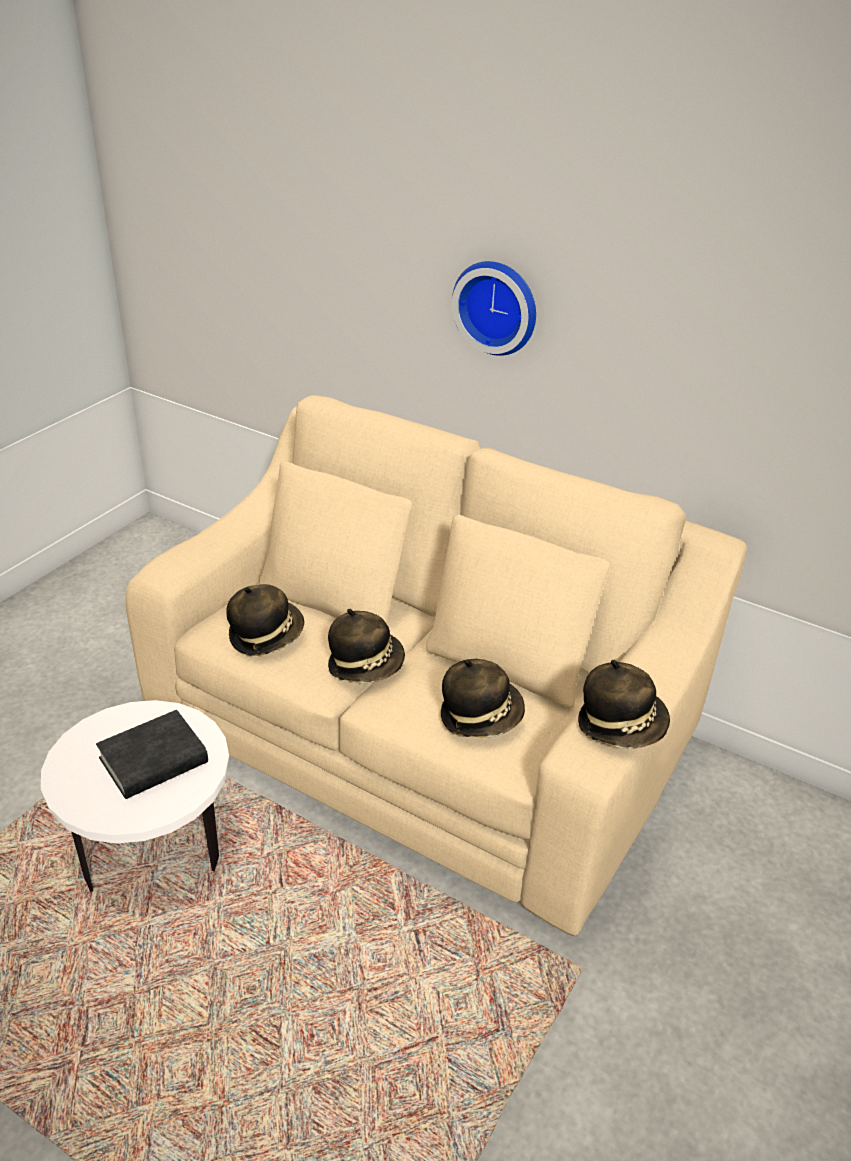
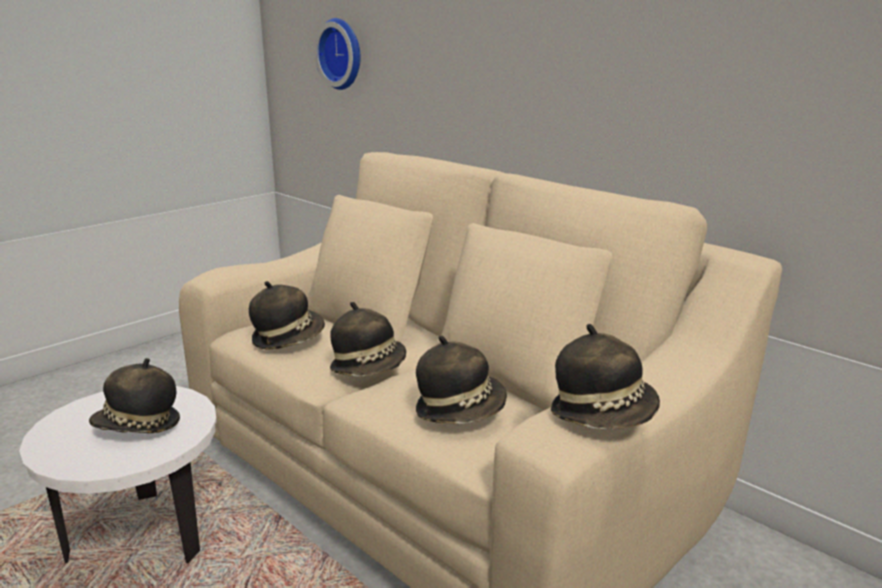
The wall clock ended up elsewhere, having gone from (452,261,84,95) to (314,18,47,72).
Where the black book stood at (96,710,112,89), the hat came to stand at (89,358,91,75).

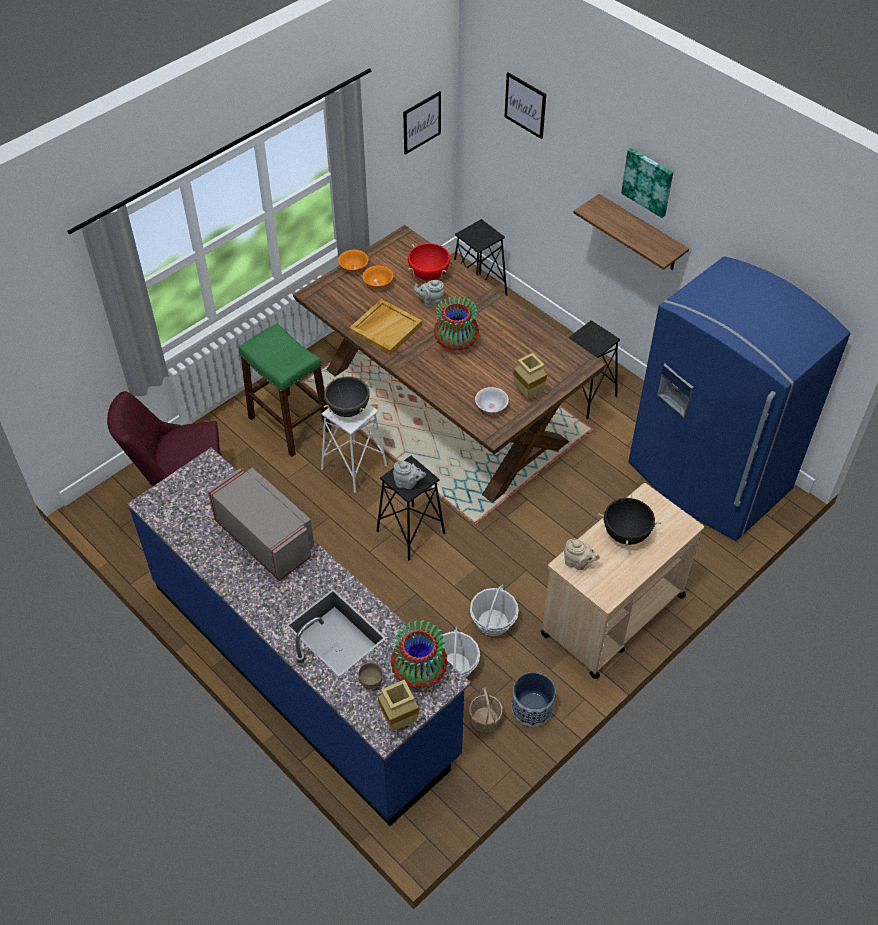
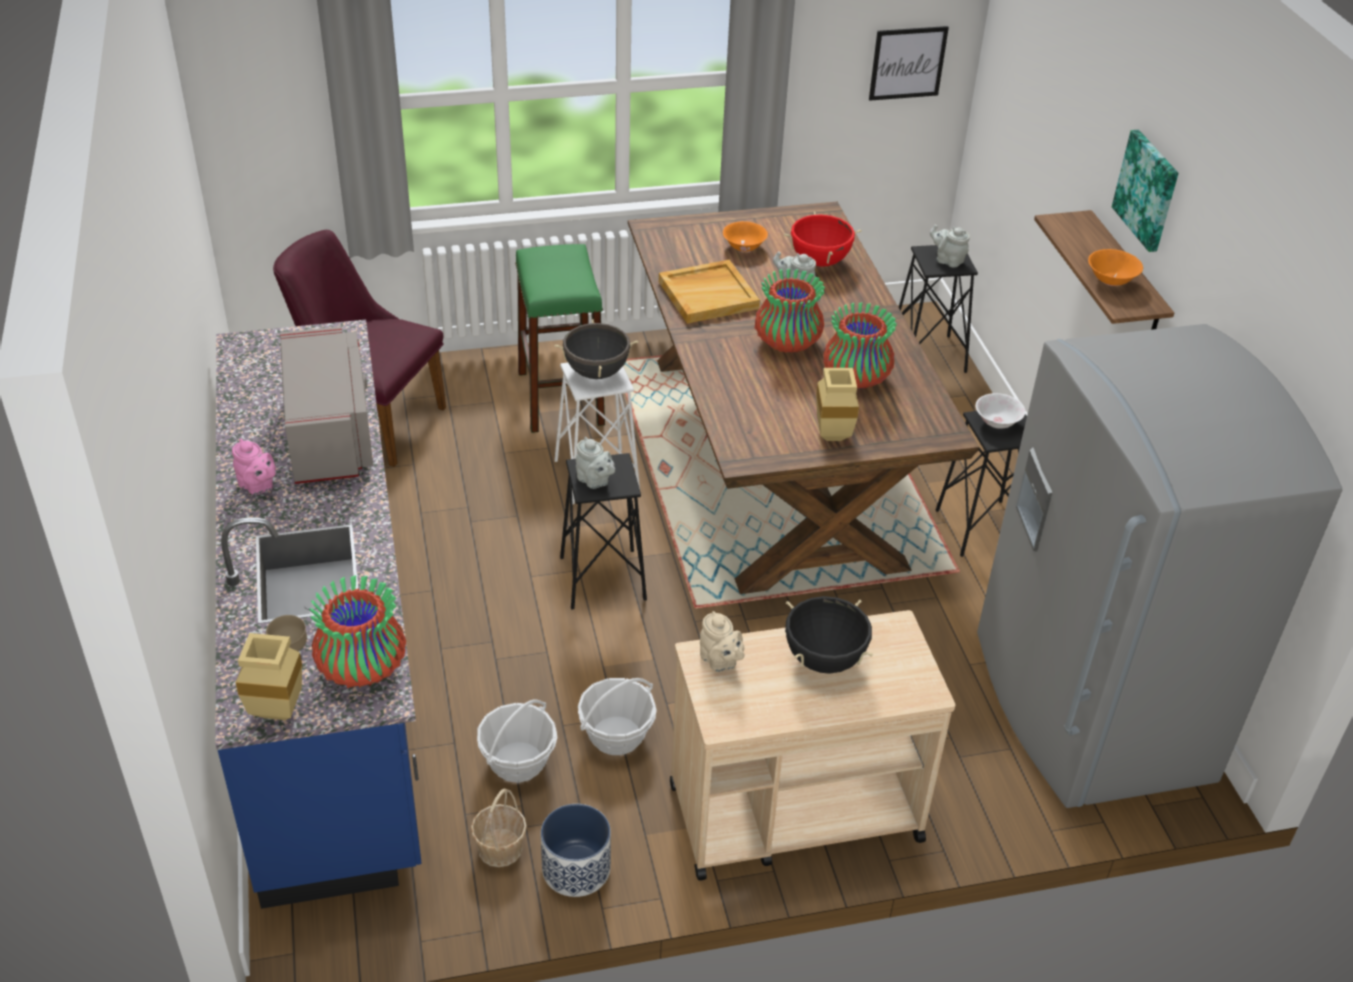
The second view lost the picture at (504,72,42,67).
The second view gained the pink teapot at (232,439,44,56).
The second view gained the vase at (823,302,74,87).
The second view gained the grey teapot at (930,224,40,44).
The orange bowl ended up elsewhere, having gone from (338,250,30,22) to (1088,249,55,37).
The white bowl ended up elsewhere, having gone from (475,387,34,26) to (976,393,50,36).
What was the blue fridge at (628,256,222,285) turned into the grey fridge at (977,324,365,484).

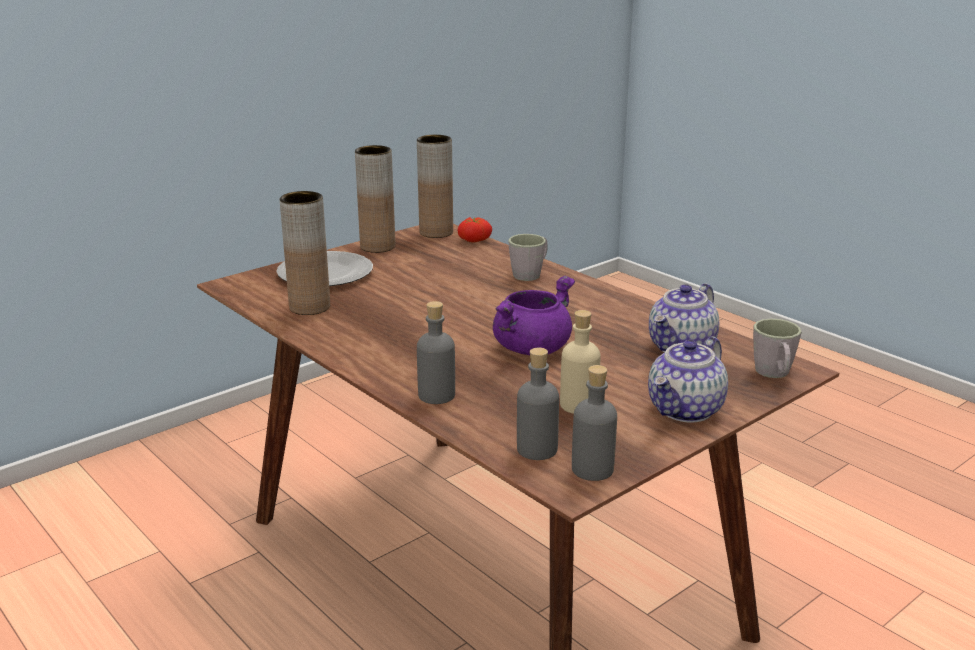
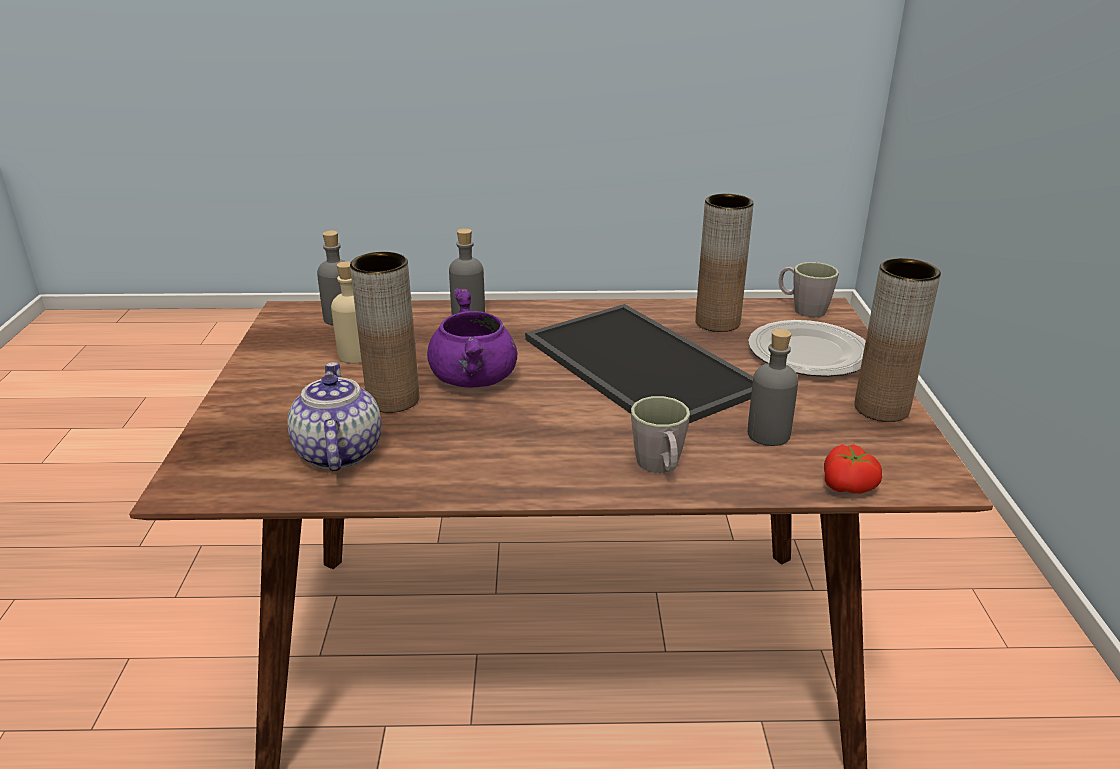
The second view lost the teapot at (648,336,80,87).
The second view gained the tray at (525,304,228,119).
The brown vase ended up elsewhere, having gone from (417,135,36,103) to (350,252,70,161).
The grey bottle ended up elsewhere, having gone from (572,365,45,116) to (748,329,50,117).
The grey mug ended up elsewhere, having gone from (753,319,48,59) to (778,262,61,55).

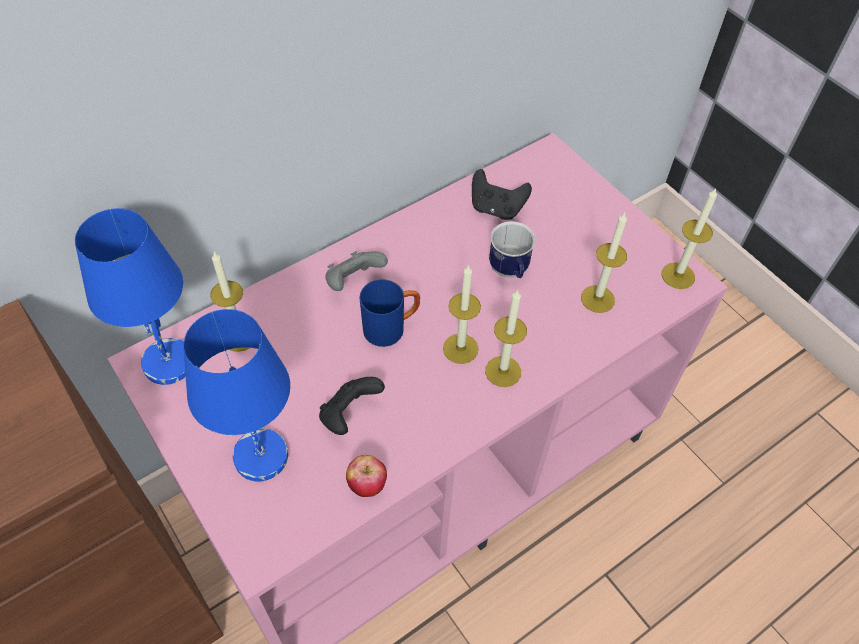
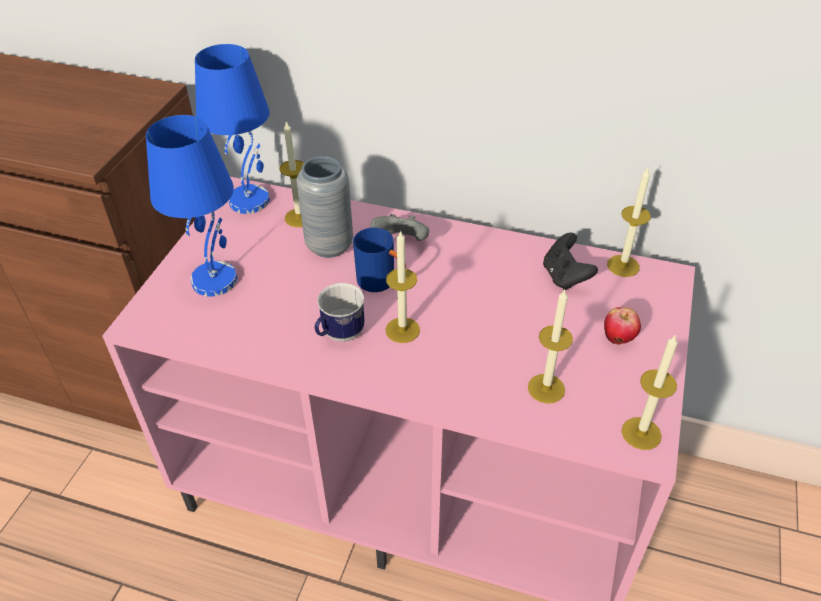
The second view lost the black game controller at (319,377,66,58).
The second view gained the grey vase at (296,156,57,102).
The apple ended up elsewhere, having gone from (346,455,41,42) to (604,307,37,38).
The candle ended up elsewhere, having gone from (485,290,42,97) to (607,168,44,109).
The mug ended up elsewhere, having gone from (489,221,47,57) to (315,283,50,59).

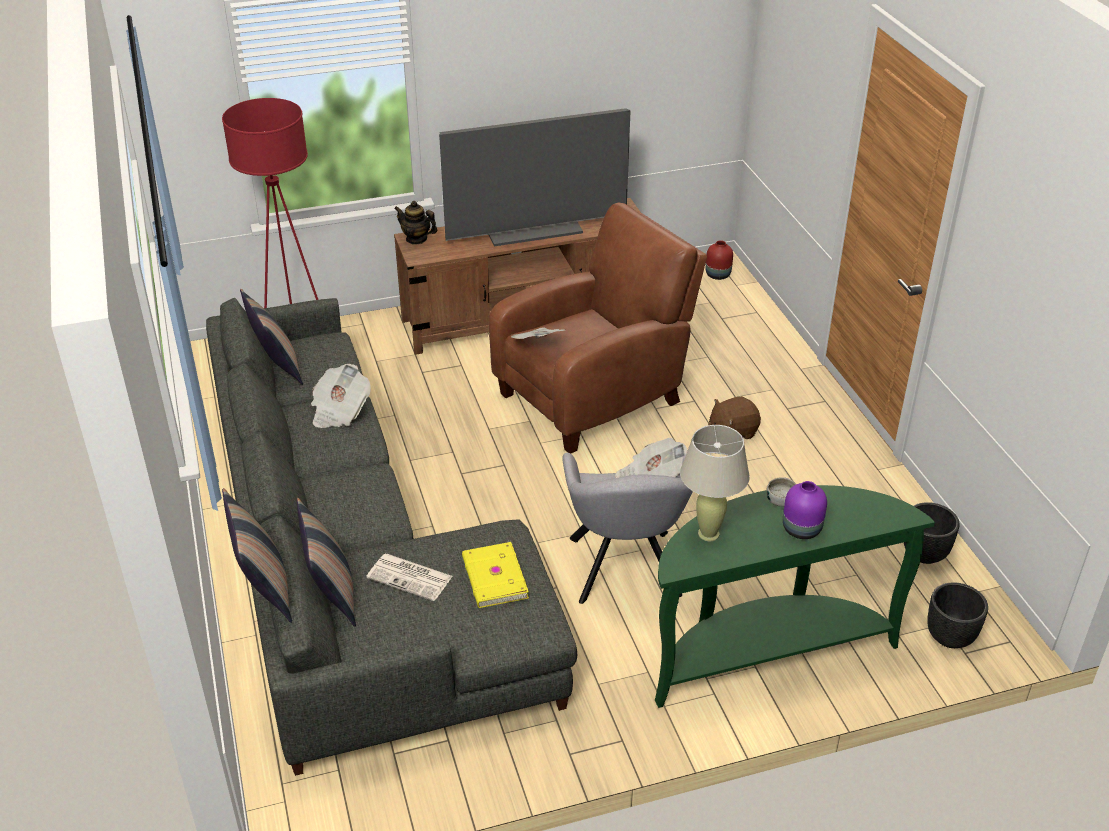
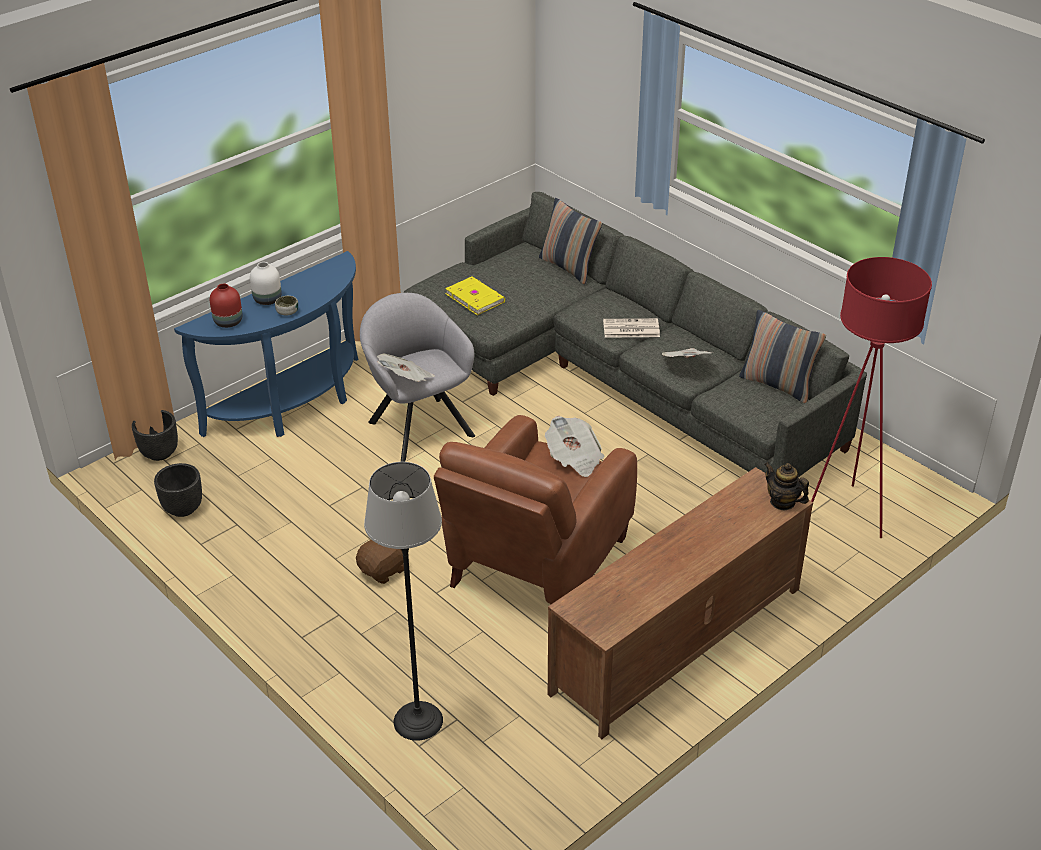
The second view lost the pillow at (222,488,70,135).
The second view lost the television at (439,108,192,138).
The second view lost the beige table lamp at (680,425,70,116).
The second view gained the floor lamp at (364,462,79,279).
The newspaper ended up elsewhere, having gone from (366,554,87,47) to (603,318,57,20).
The red vase ended up elsewhere, having gone from (706,240,27,40) to (210,283,32,45).
What was the green console table at (655,485,280,223) turned into the blue console table at (174,251,184,186).
What was the purple vase at (783,481,44,58) turned into the white vase at (250,262,32,43).
The teapot at (394,201,43,44) ended up facing another way, 135 degrees counterclockwise from before.

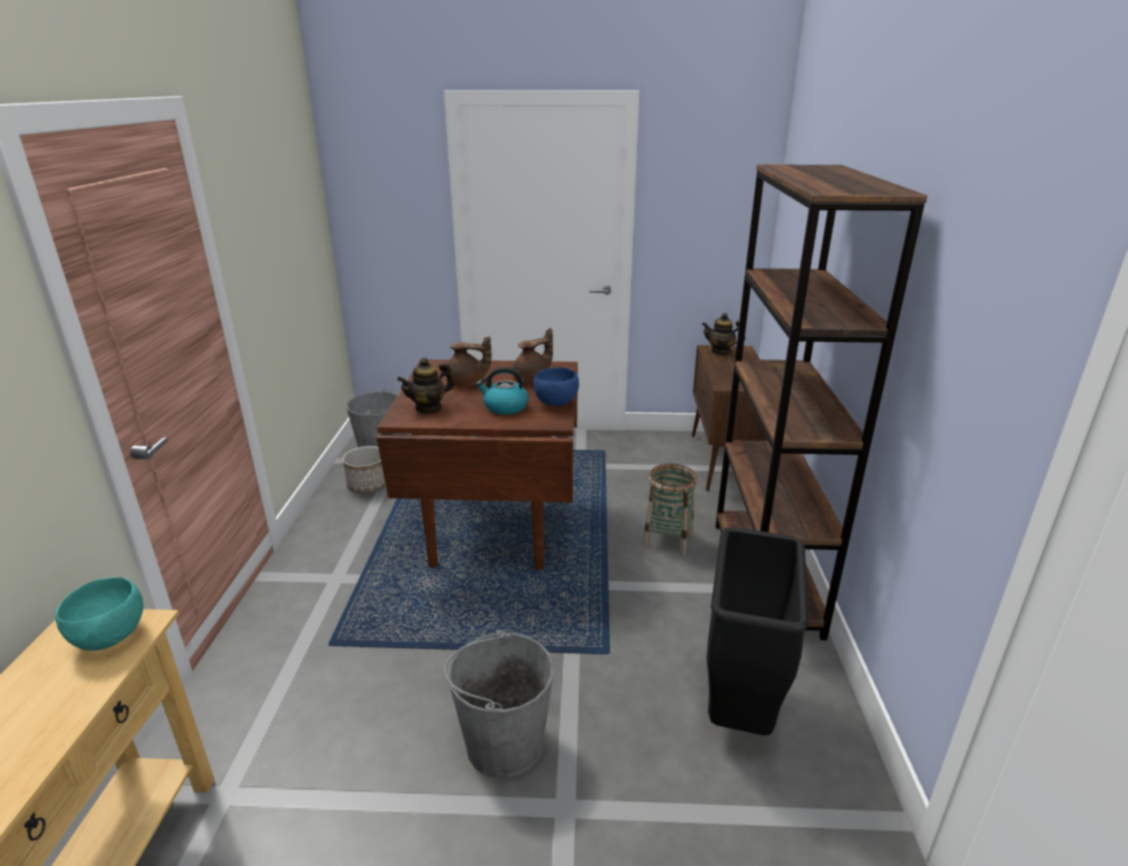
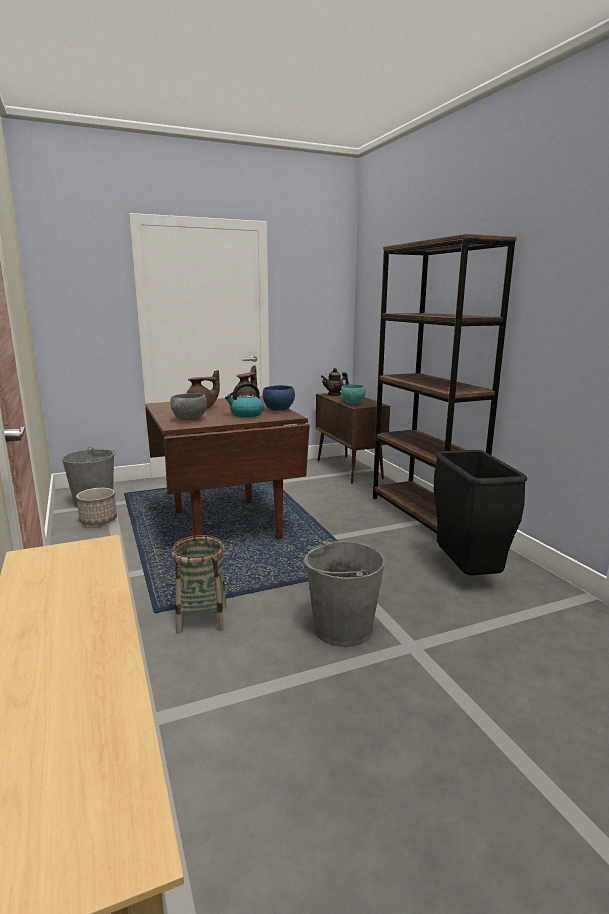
The turquoise bowl ended up elsewhere, having gone from (55,577,88,74) to (341,384,25,20).
The basket ended up elsewhere, having gone from (643,464,54,91) to (172,535,54,98).
Where the teapot stood at (397,358,58,56), the grey bowl came to stand at (170,393,37,28).

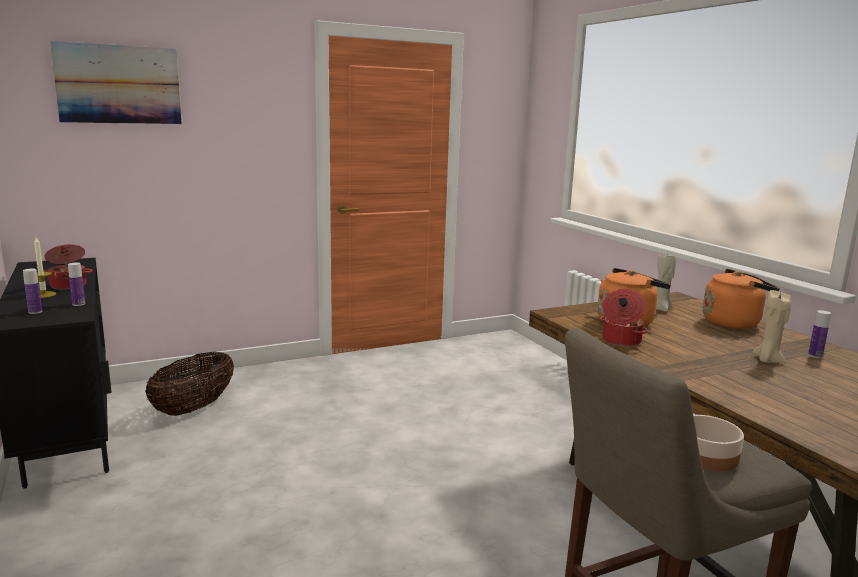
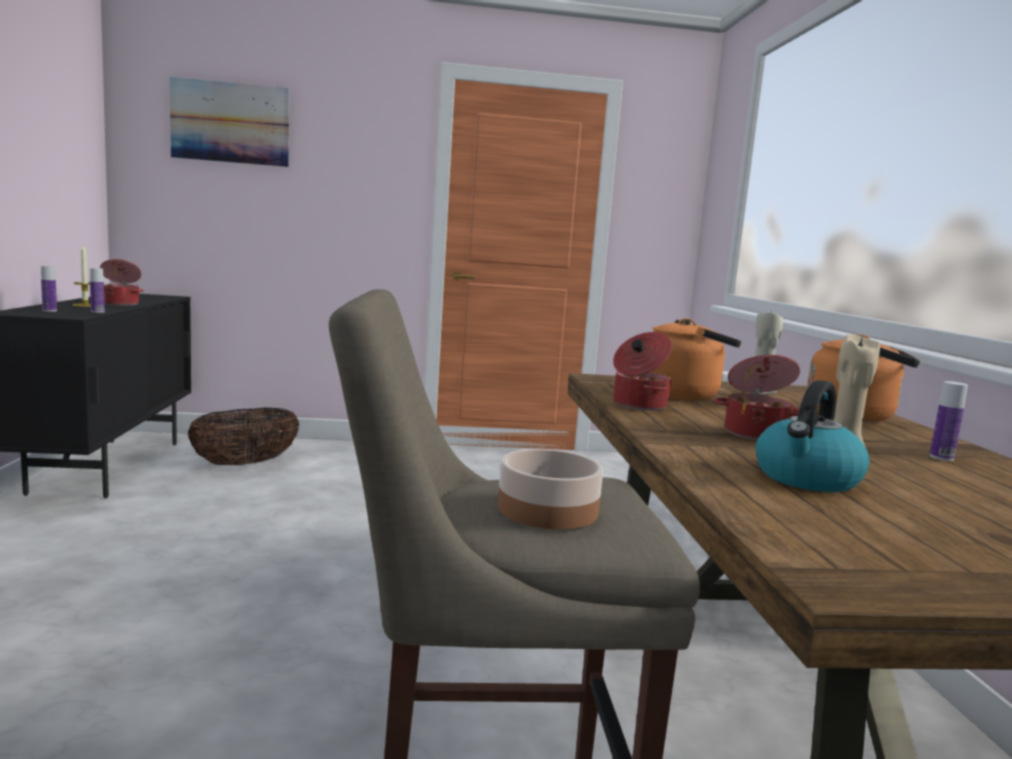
The second view gained the cooking pot at (714,355,86,85).
The second view gained the kettle at (756,380,114,112).

